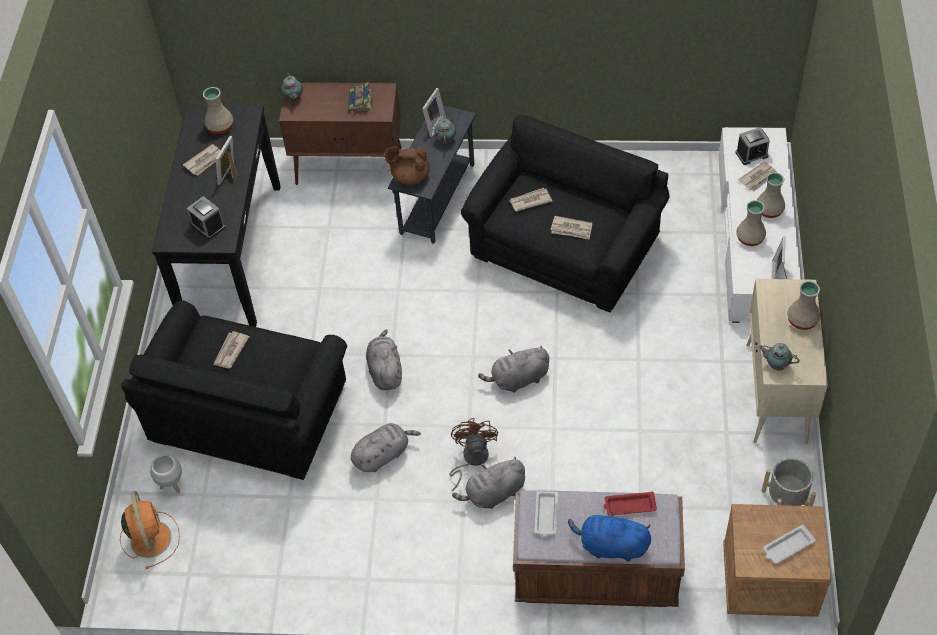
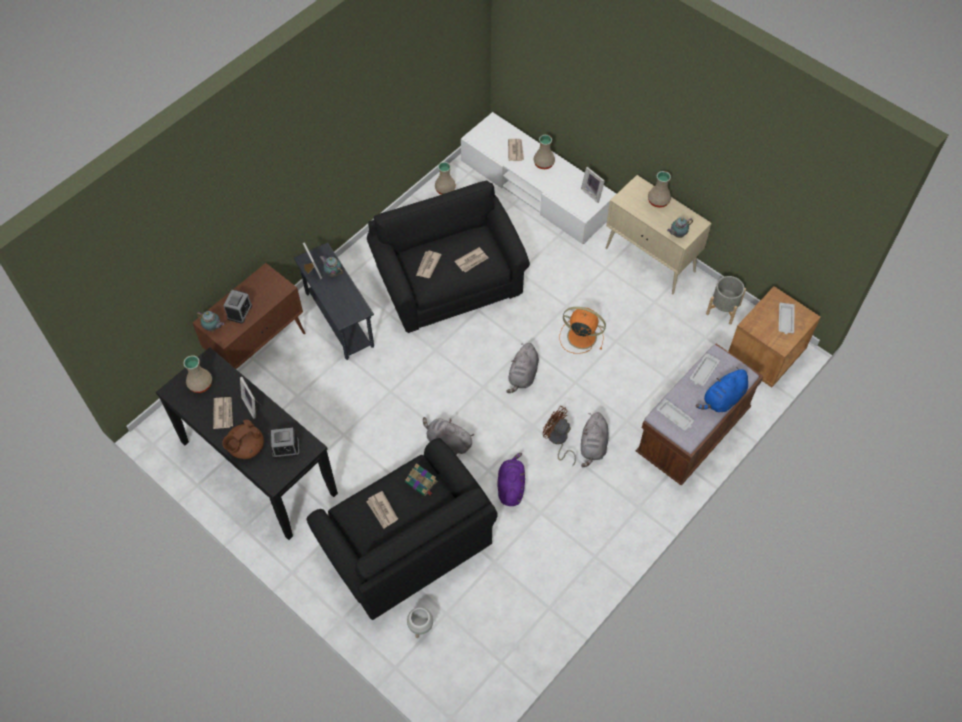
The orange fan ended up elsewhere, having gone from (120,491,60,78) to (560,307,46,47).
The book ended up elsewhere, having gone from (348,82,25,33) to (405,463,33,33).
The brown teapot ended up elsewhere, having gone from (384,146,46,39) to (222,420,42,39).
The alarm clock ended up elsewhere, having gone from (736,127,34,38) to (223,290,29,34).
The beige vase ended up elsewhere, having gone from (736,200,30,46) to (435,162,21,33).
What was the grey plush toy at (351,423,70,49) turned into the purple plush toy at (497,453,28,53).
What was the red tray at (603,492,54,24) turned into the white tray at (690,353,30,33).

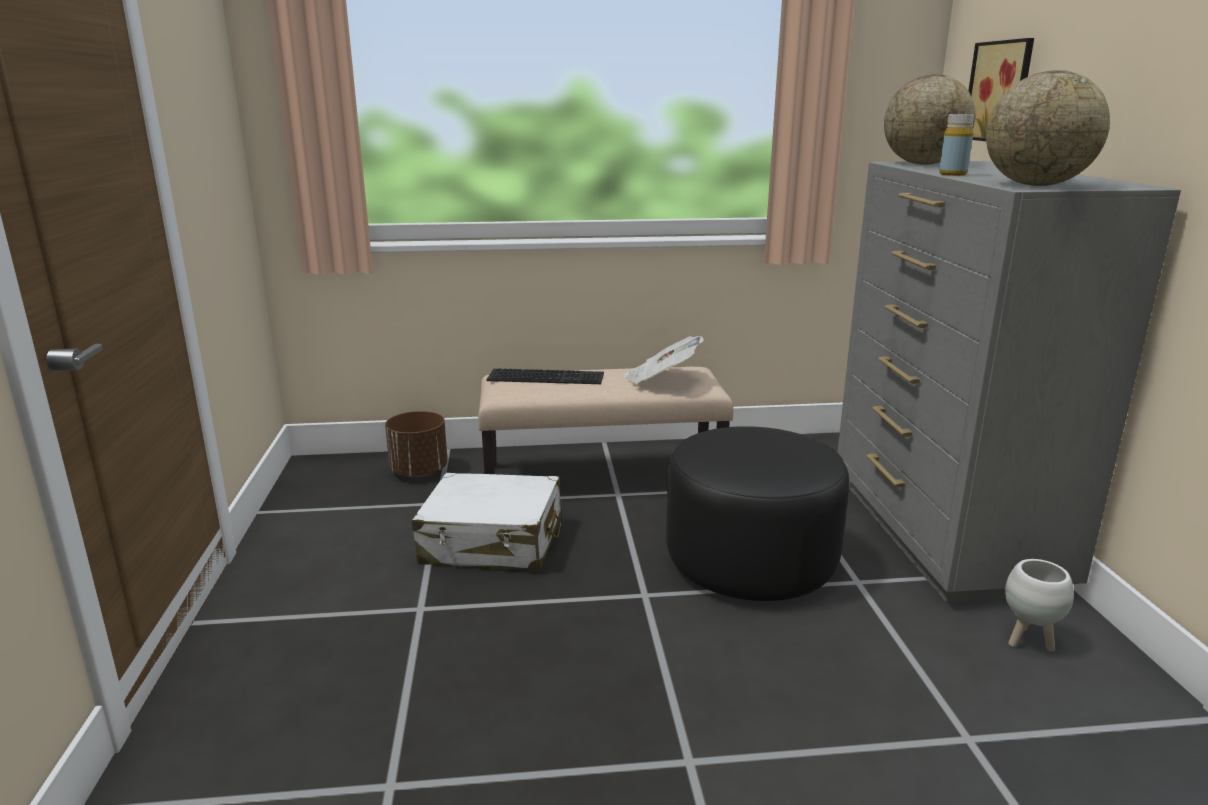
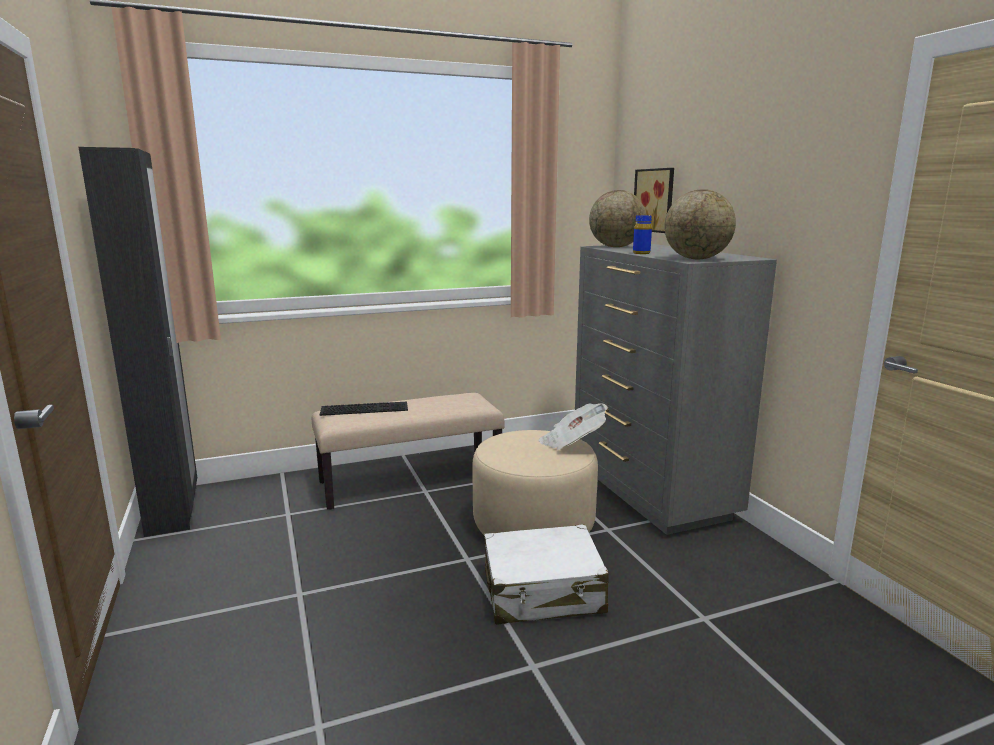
The second view lost the brown planter at (385,411,63,66).
The second view lost the white planter at (1005,559,69,92).
The second view gained the black wardrobe at (79,147,118,390).
The white suitcase ended up elsewhere, having gone from (412,473,149,97) to (484,524,125,101).
The newspaper ended up elsewhere, having gone from (623,336,81,48) to (538,403,70,47).
What was the black ottoman at (666,426,183,175) turned into the beige ottoman at (472,430,126,105).
What was the yellow bottle at (939,114,35,62) turned into the blue bottle at (633,215,19,39).

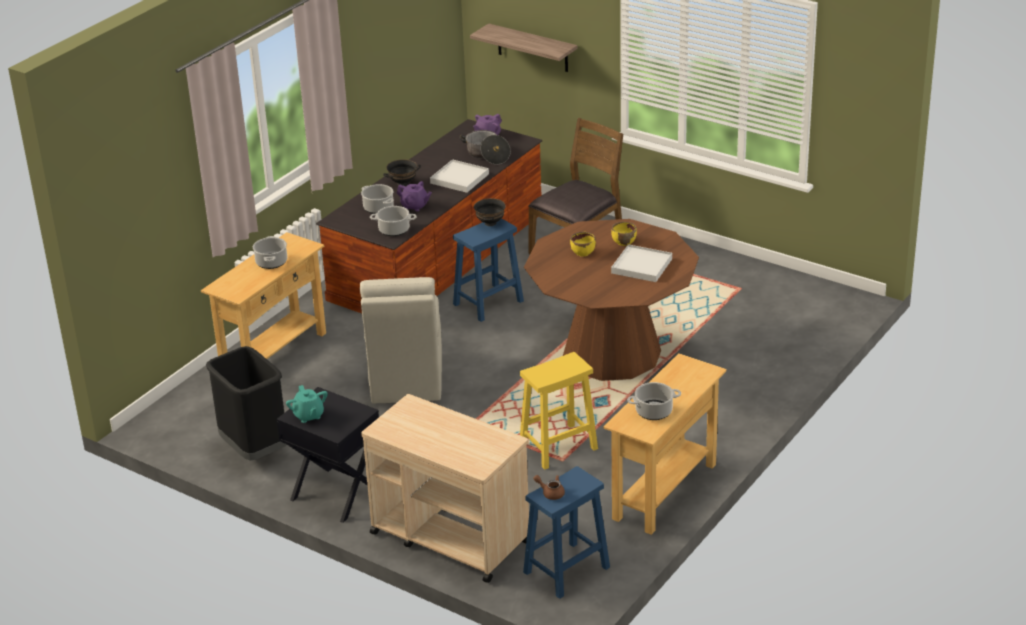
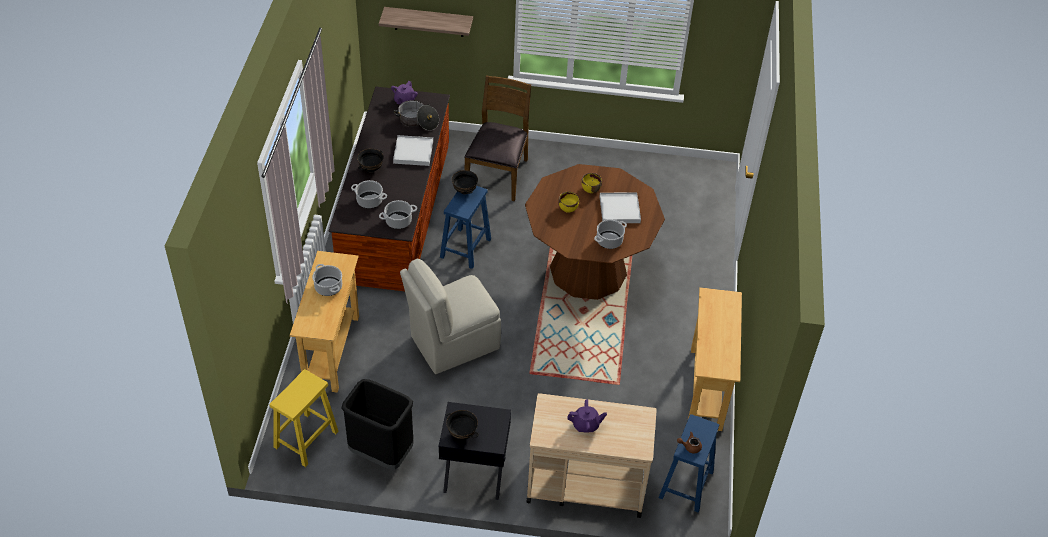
The purple teapot ended up elsewhere, having gone from (397,181,35,30) to (568,399,39,34).
The yellow stool ended up elsewhere, having gone from (520,352,78,118) to (269,369,70,98).
The cooking pot ended up elsewhere, having gone from (627,382,54,38) to (594,220,33,29).
Where the turquoise teapot stood at (286,385,42,38), the black bowl came to stand at (446,410,33,30).
The beige chair at (360,277,82,127) ended up facing another way, 90 degrees clockwise from before.

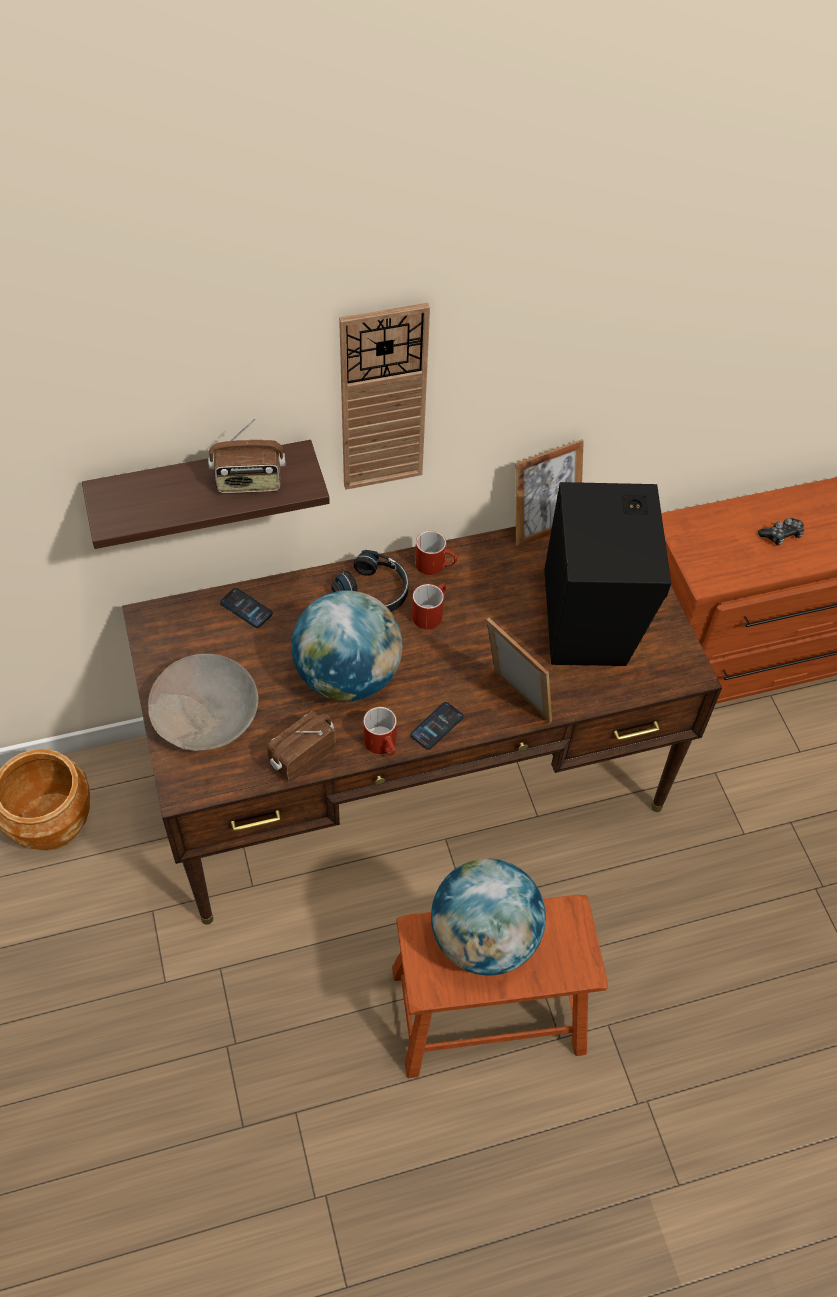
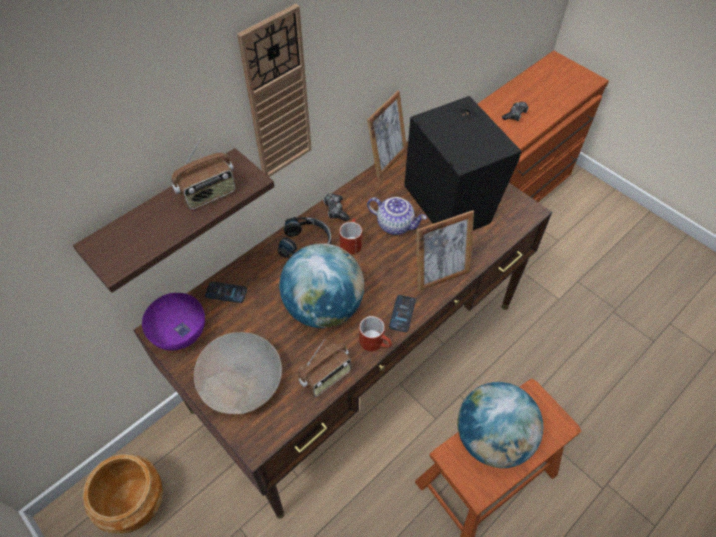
The second view gained the purple bowl at (142,293,63,58).
The second view gained the teapot at (367,197,59,38).
Where the red mug stood at (415,531,42,44), the game controller came to stand at (323,193,26,28).
The radio at (267,711,69,71) ended up facing another way, 150 degrees counterclockwise from before.
The picture frame at (486,618,66,105) ended up facing another way, 135 degrees clockwise from before.

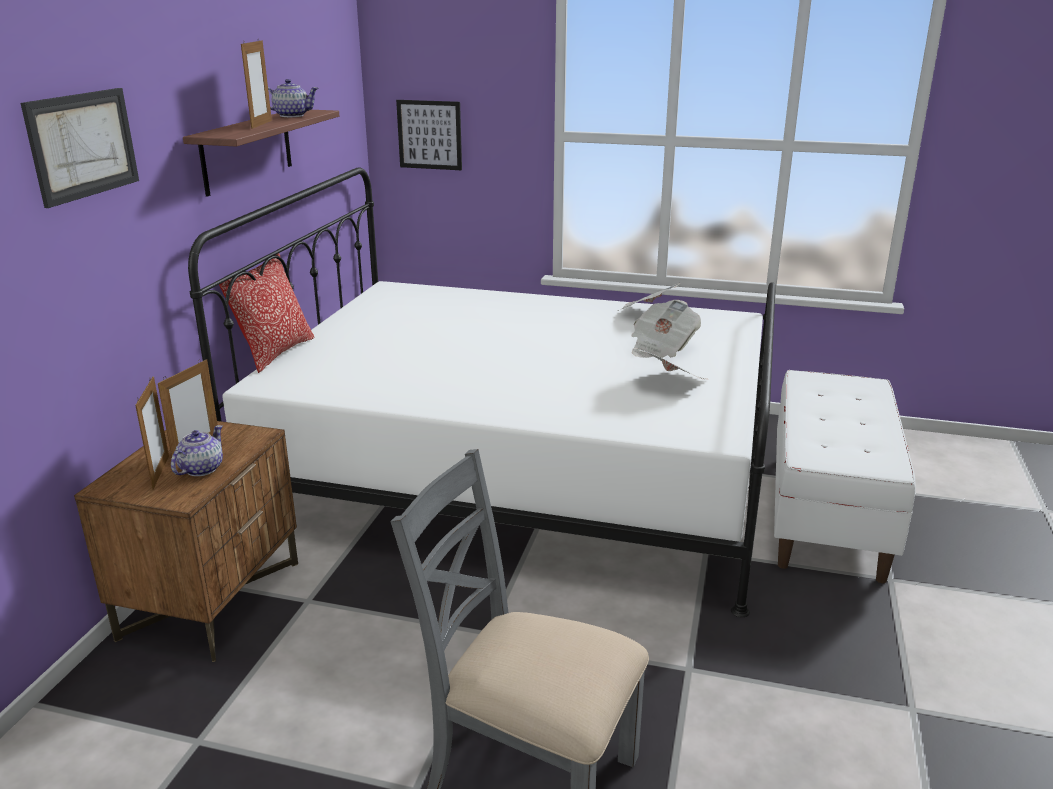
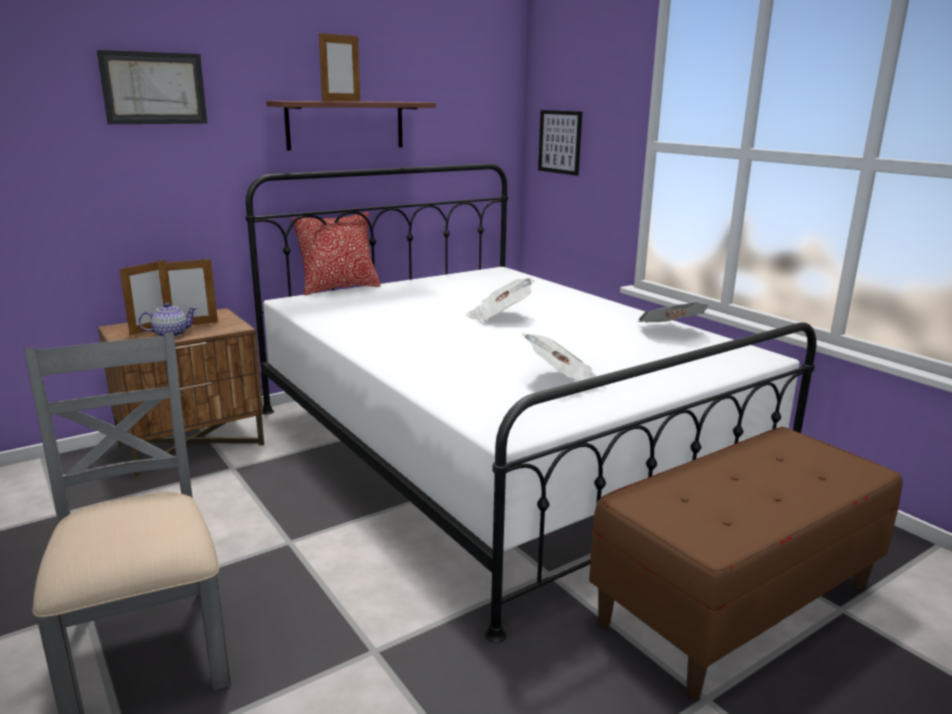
The second view lost the teapot at (268,79,51,38).
The newspaper ended up elsewhere, having gone from (631,300,70,58) to (466,278,69,43).
What was the white bench at (774,370,142,213) turned into the brown bench at (589,427,314,272).

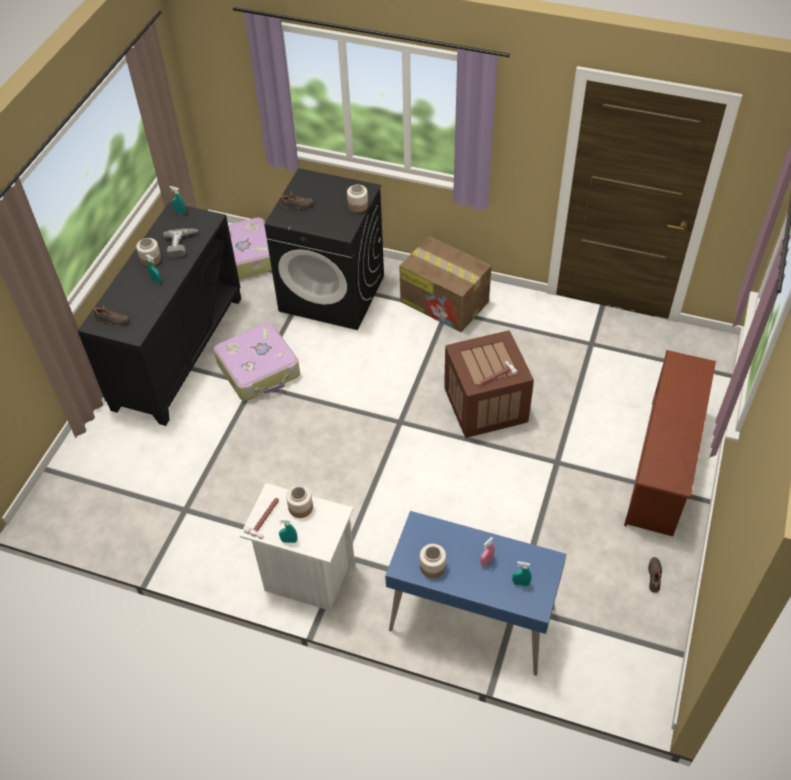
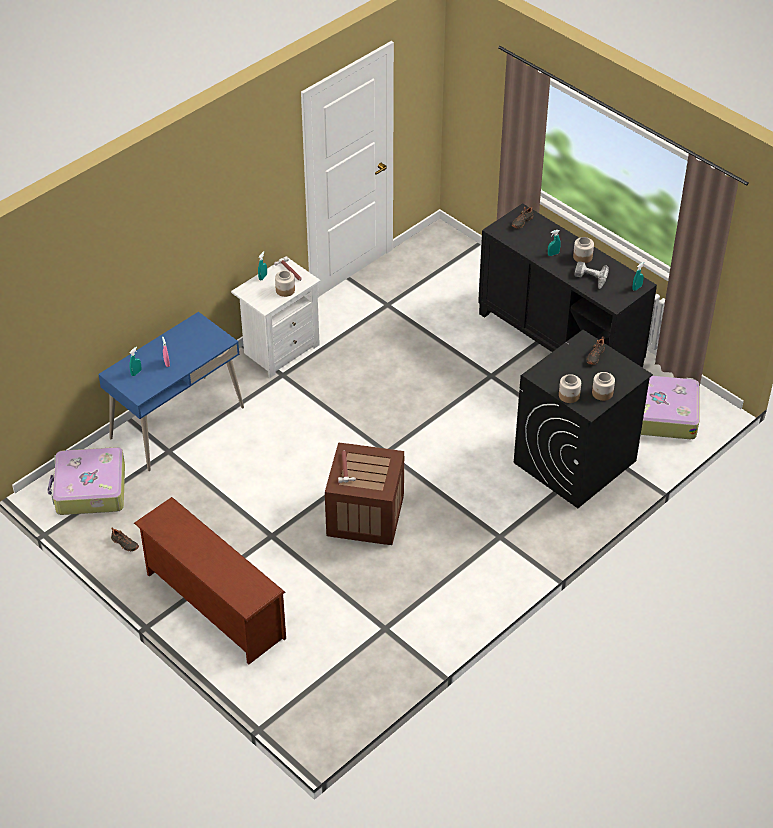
The second view lost the cardboard box at (399,236,93,96).
The suitcase ended up elsewhere, having gone from (214,322,86,79) to (47,447,78,68).
The jar ended up elsewhere, having gone from (420,544,26,34) to (592,372,23,29).

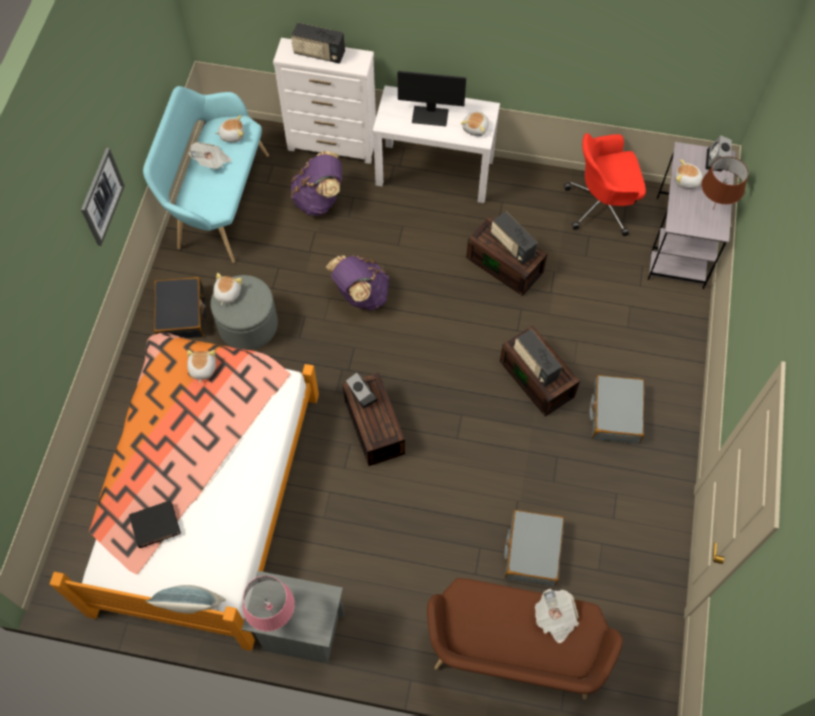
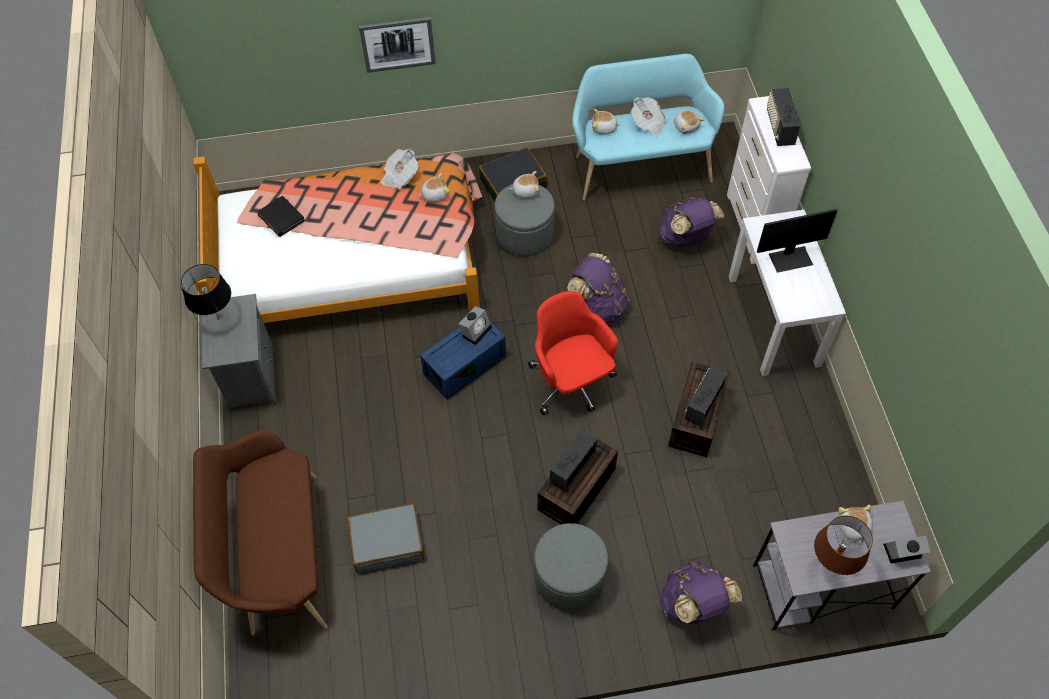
The second view lost the pillow at (146,585,80,29).
The second view gained the purple backpack at (660,561,82,63).
The picture ended up elsewhere, having gone from (81,148,44,98) to (359,17,77,56).
The plush toy ended up elsewhere, having gone from (461,112,28,24) to (592,109,29,25).
The newspaper ended up elsewhere, having gone from (535,589,44,54) to (381,149,37,41).
The red office chair ended up elsewhere, having gone from (564,133,82,103) to (528,291,90,124).
Where the grey suitcase stood at (589,375,55,69), the grey ottoman came to stand at (534,523,74,88).
What was the pink table lamp at (243,576,52,55) turned into the black table lamp at (181,264,50,56).
What was the brown storage box at (343,373,62,93) turned into the blue storage box at (420,322,86,78).
The monitor at (398,71,68,55) ended up facing another way, 90 degrees counterclockwise from before.

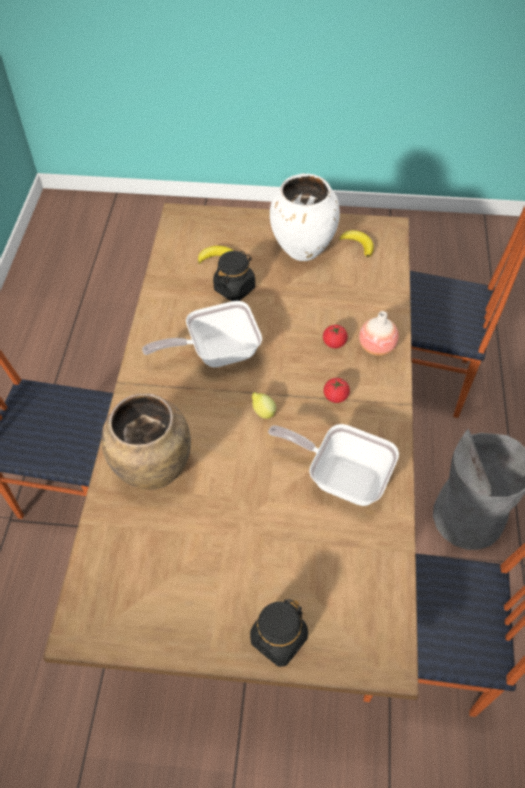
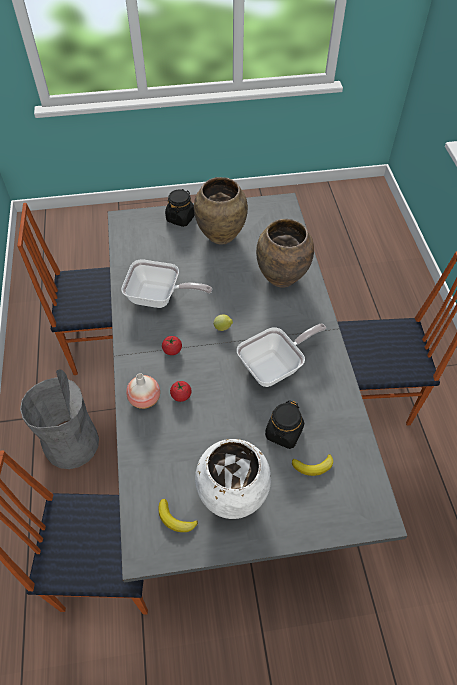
The second view gained the brown vase at (194,177,54,68).
What was the brown dining table at (43,203,376,497) turned into the grey dining table at (108,193,299,390).

